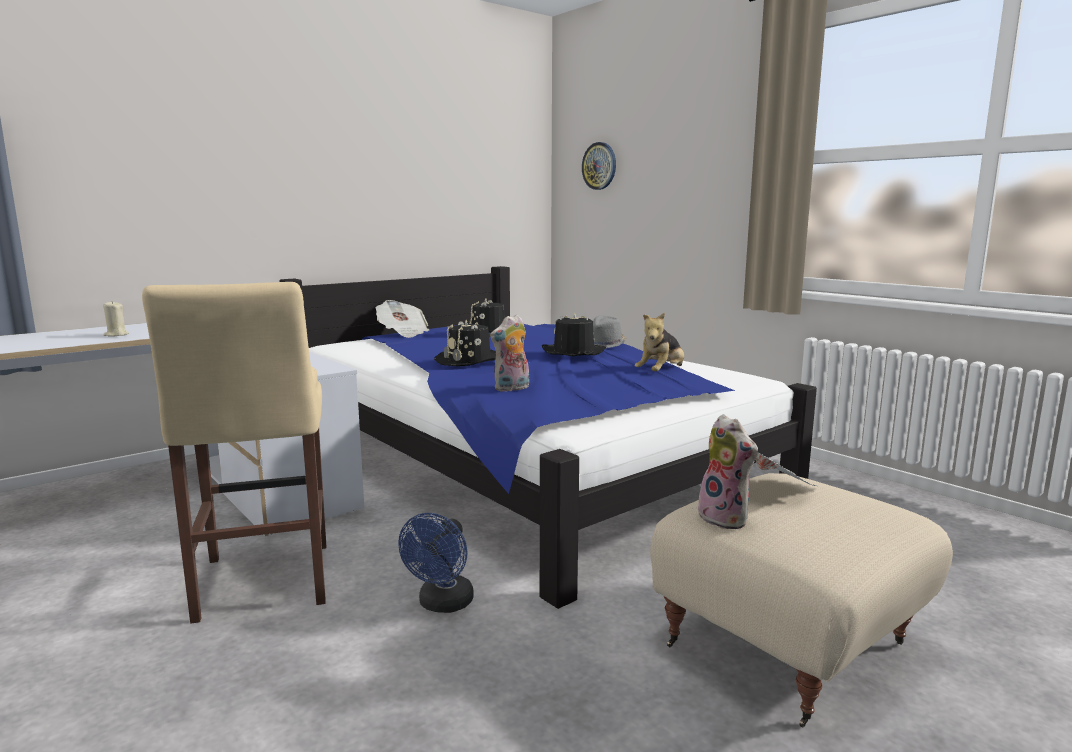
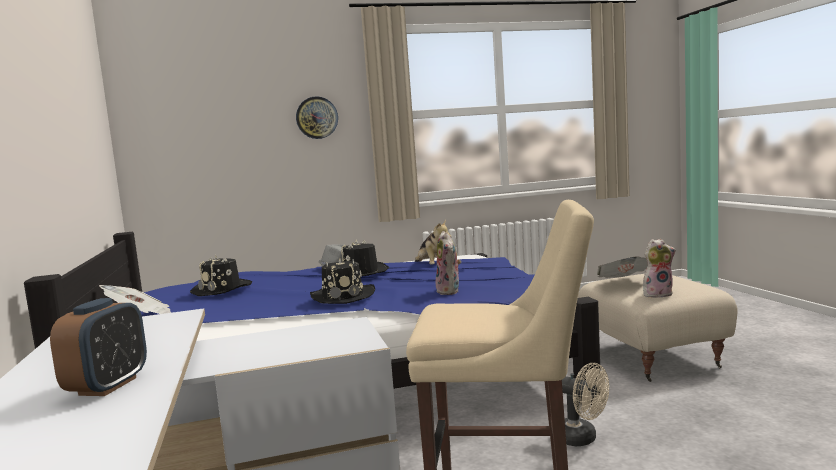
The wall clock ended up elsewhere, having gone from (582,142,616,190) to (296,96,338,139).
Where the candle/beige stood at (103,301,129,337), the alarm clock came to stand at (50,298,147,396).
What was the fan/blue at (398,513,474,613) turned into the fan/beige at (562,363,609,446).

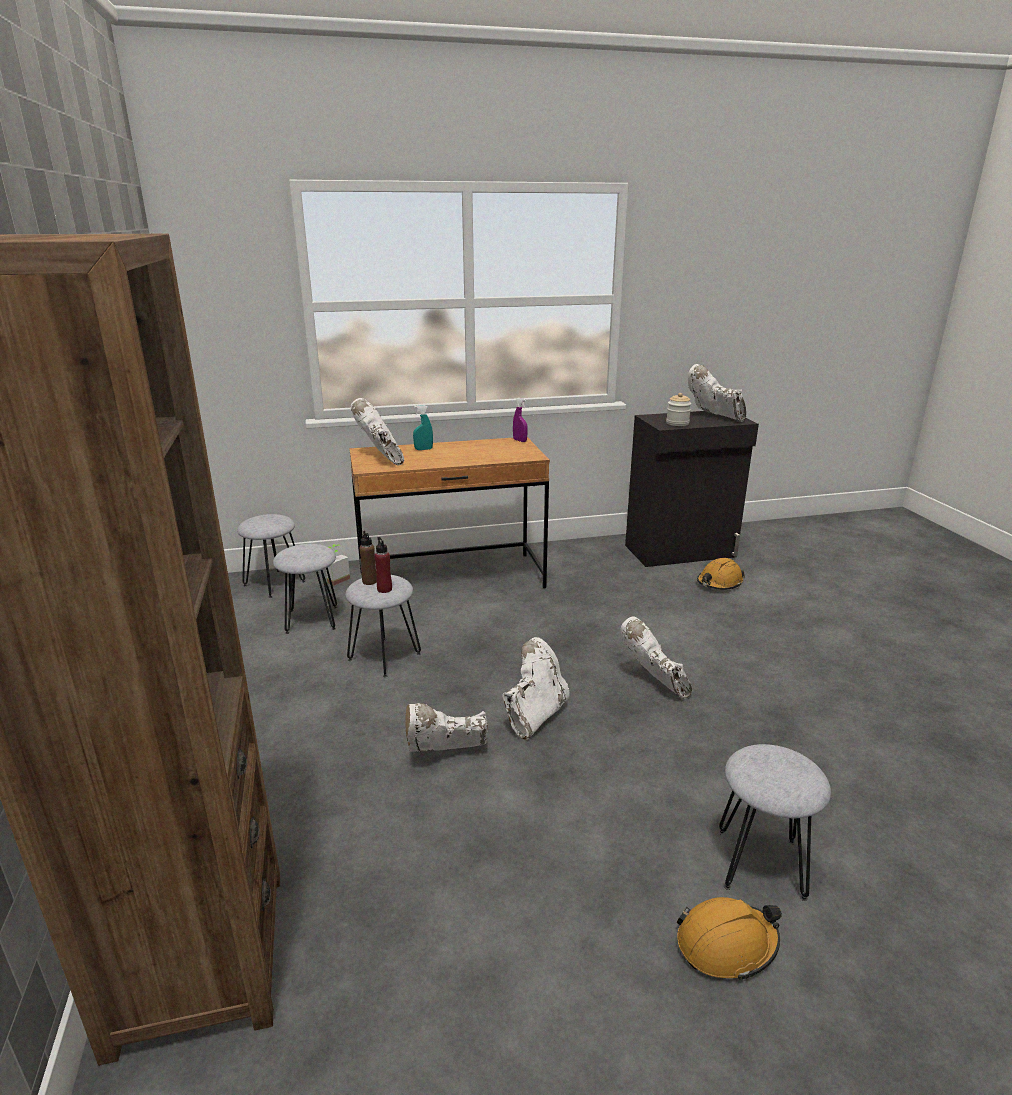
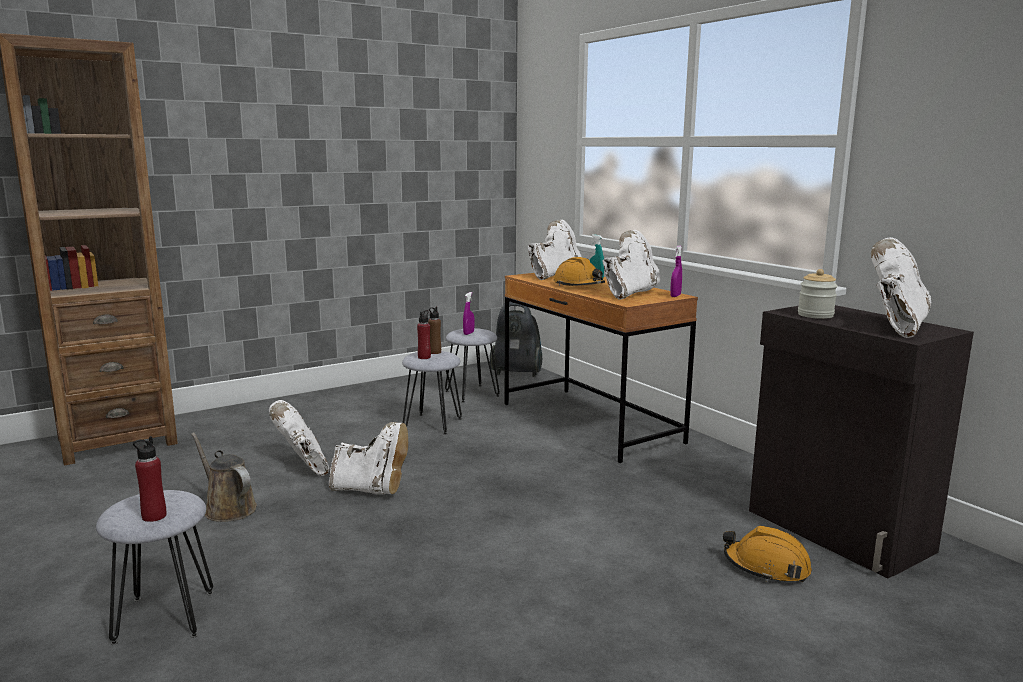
Where the stool/grey stood at (237,514,305,598), the vacuum cleaner came to stand at (490,302,542,377).
The second view lost the potted plant at (326,544,350,586).
The boot/white ended up elsewhere, having gone from (621,616,692,699) to (603,230,661,300).
The hard hat/orange ended up elsewhere, having gone from (676,897,782,981) to (553,257,605,286).
The second view gained the spray bottle/purple at (463,292,475,335).
The second view gained the watering can/brown at (191,432,257,522).
The second view gained the bottle/red at (133,436,166,522).

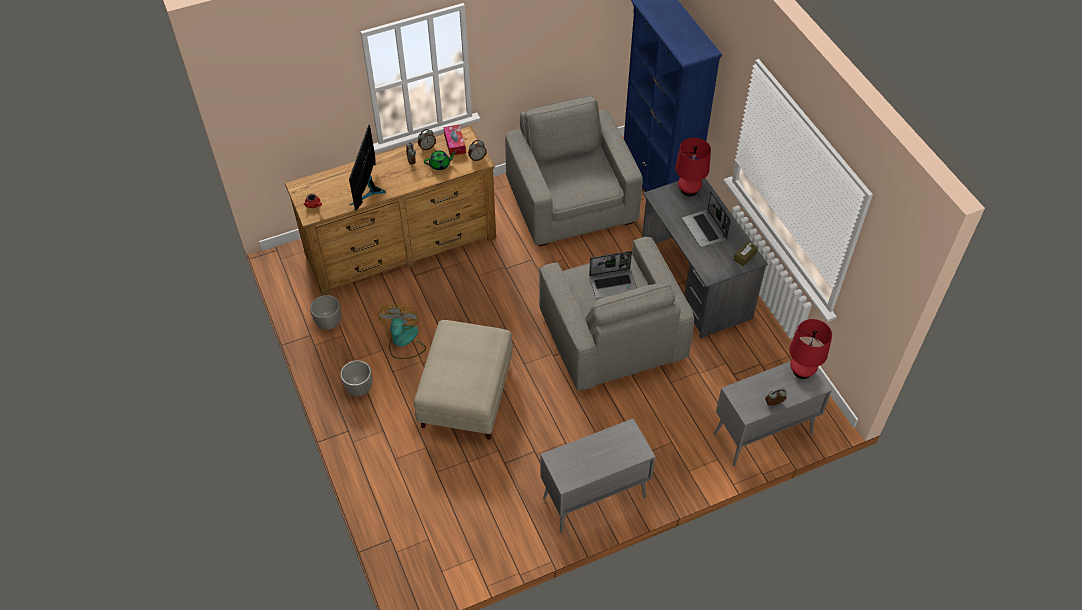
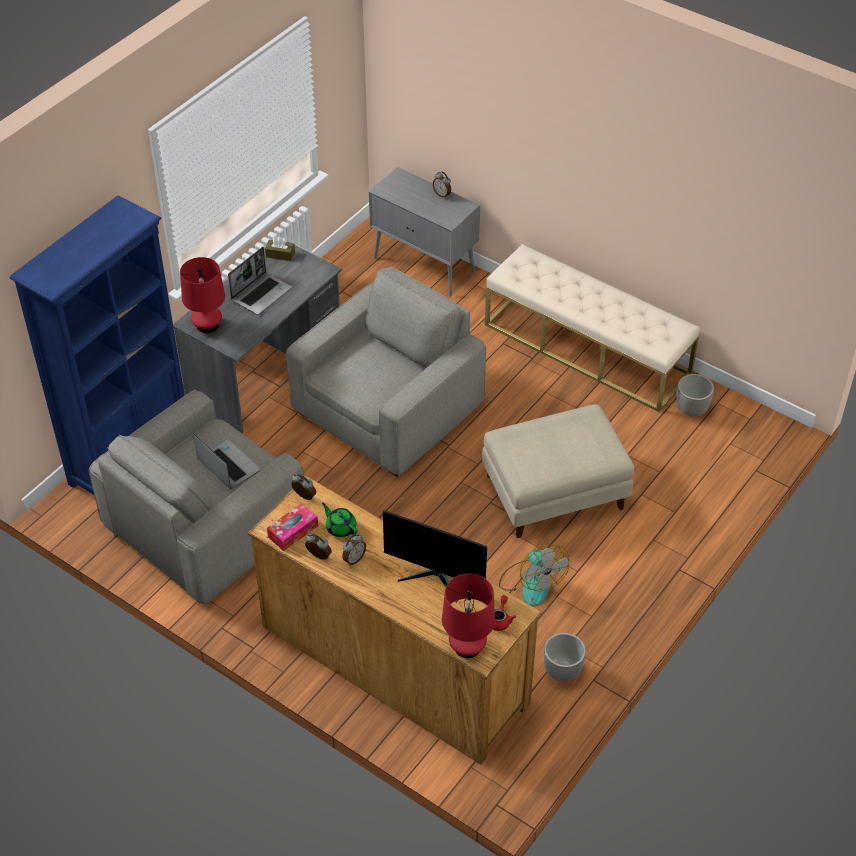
The monitor at (349,125,386,211) ended up facing another way, 45 degrees clockwise from before.
The laptop ended up elsewhere, having gone from (589,251,637,298) to (193,434,260,489).
The fan at (378,305,426,359) ended up facing another way, 90 degrees counterclockwise from before.
The table lamp/red ended up elsewhere, having gone from (789,319,832,379) to (442,573,495,658).
The planter ended up elsewhere, having gone from (340,360,372,396) to (676,374,714,417).
Where the cabinet/grey stood at (541,418,655,533), the bench/beige came to stand at (485,244,700,412).

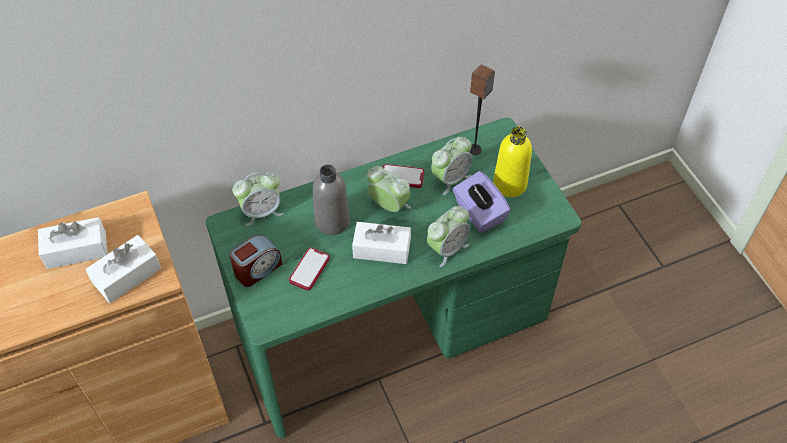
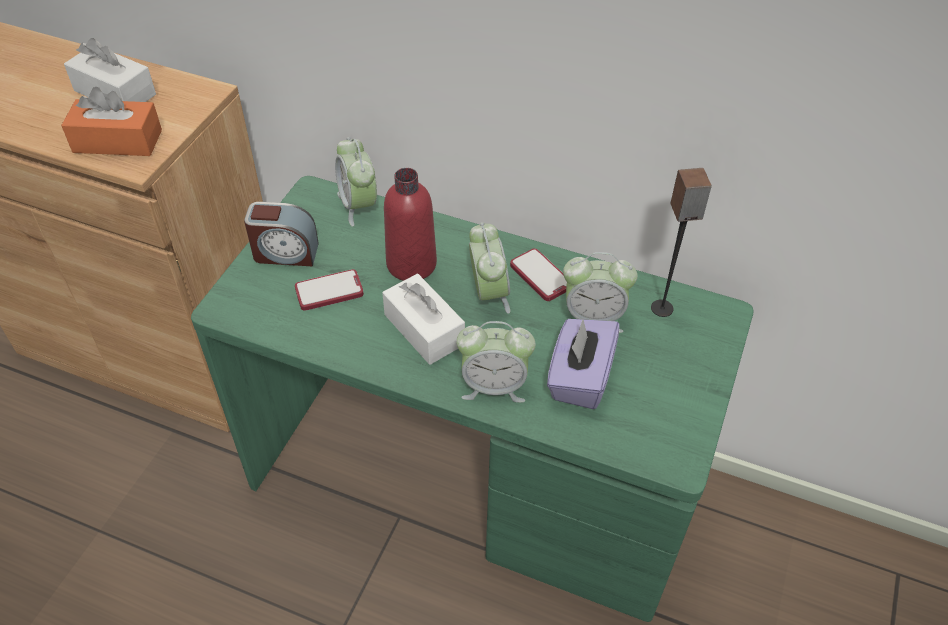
The second view lost the bottle/yellow at (493,127,532,197).
What was the bottle/grey at (313,164,350,235) turned into the bottle/red at (384,168,437,281).
The alarm clock at (233,172,283,226) ended up facing another way, 45 degrees clockwise from before.
What was the tissue box/white at (85,235,161,303) turned into the tissue box/orange at (61,87,162,156).

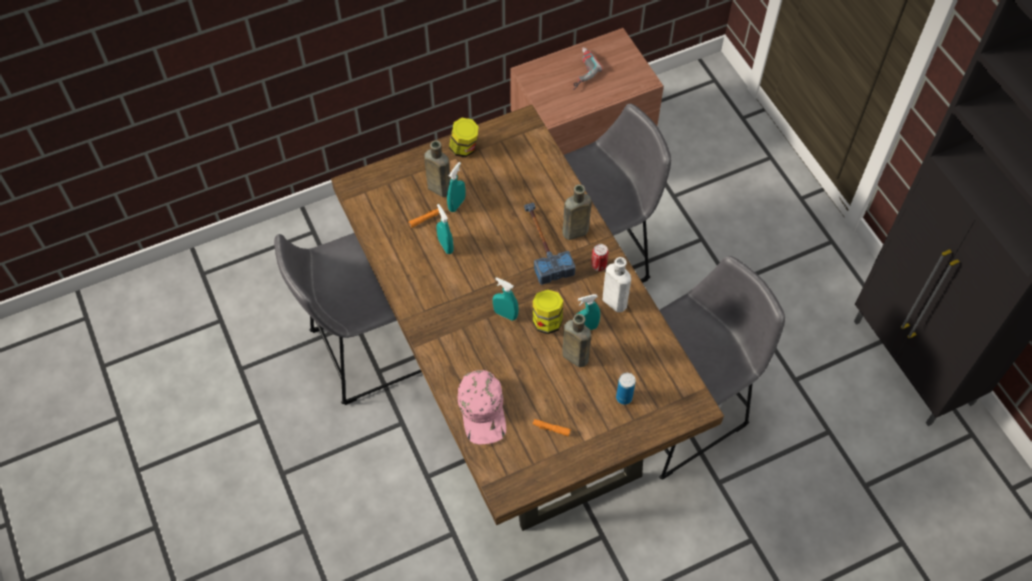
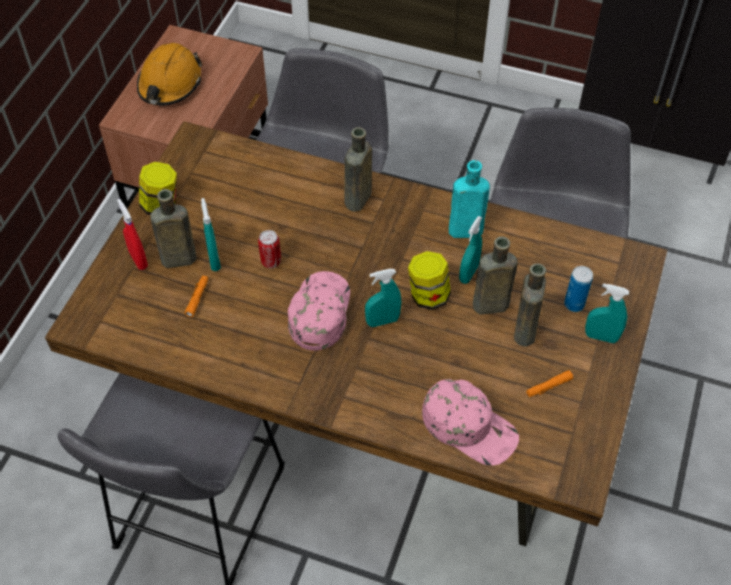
Where the power drill stood at (573,47,603,90), the hard hat/orange came to stand at (137,43,203,105).
The second view lost the hammer at (524,203,576,285).
The spray bottle/turquoise ended up elsewhere, having gone from (436,204,454,254) to (585,283,629,343).
The can ended up elsewhere, having gone from (591,244,608,271) to (258,230,281,268).
What was the bottle/white at (603,257,631,312) turned into the bottle/turquoise at (449,160,490,238).
The second view gained the spray bottle/red at (117,199,148,270).
The second view gained the bottle/brown at (514,263,546,347).
The second view gained the cap/pink at (288,271,350,351).

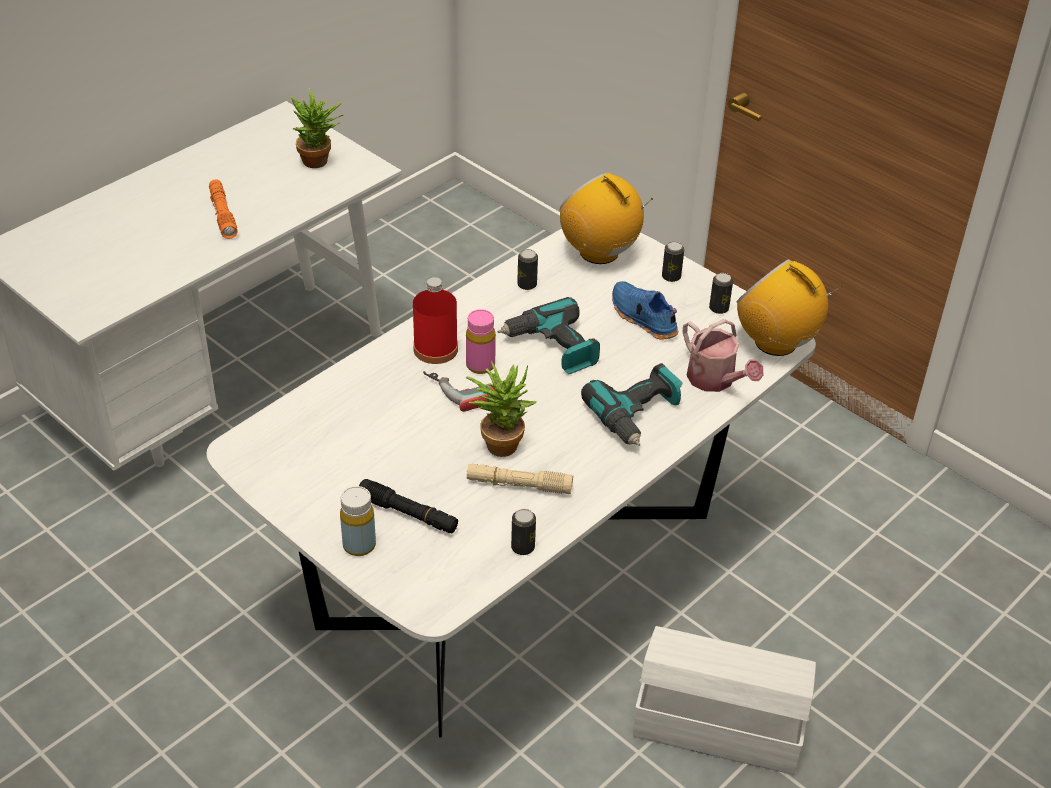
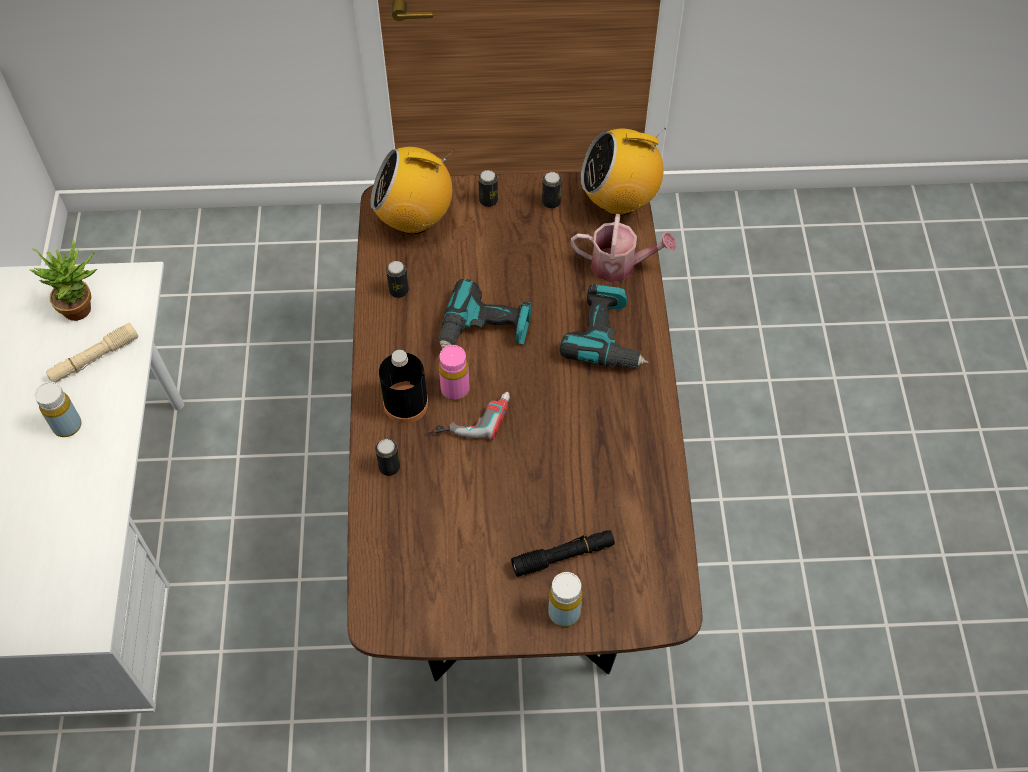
Where the flashlight/orange stood at (209,179,237,239), the bottle/yellow came to stand at (35,382,81,437).
What was the dining table/white at (207,228,816,738) turned into the dining table/brown at (347,172,703,681).
What was the bottle/red at (413,277,458,364) turned into the bottle/black at (379,350,428,423).
The second view lost the shoe/blue at (612,281,678,340).
The second view lost the potted plant at (466,360,536,457).
The flashlight/beige ended up elsewhere, having gone from (467,464,573,494) to (46,323,138,383).
The can ended up elsewhere, having gone from (511,509,536,555) to (375,439,400,476).
The second view lost the storage box/white at (633,626,816,775).

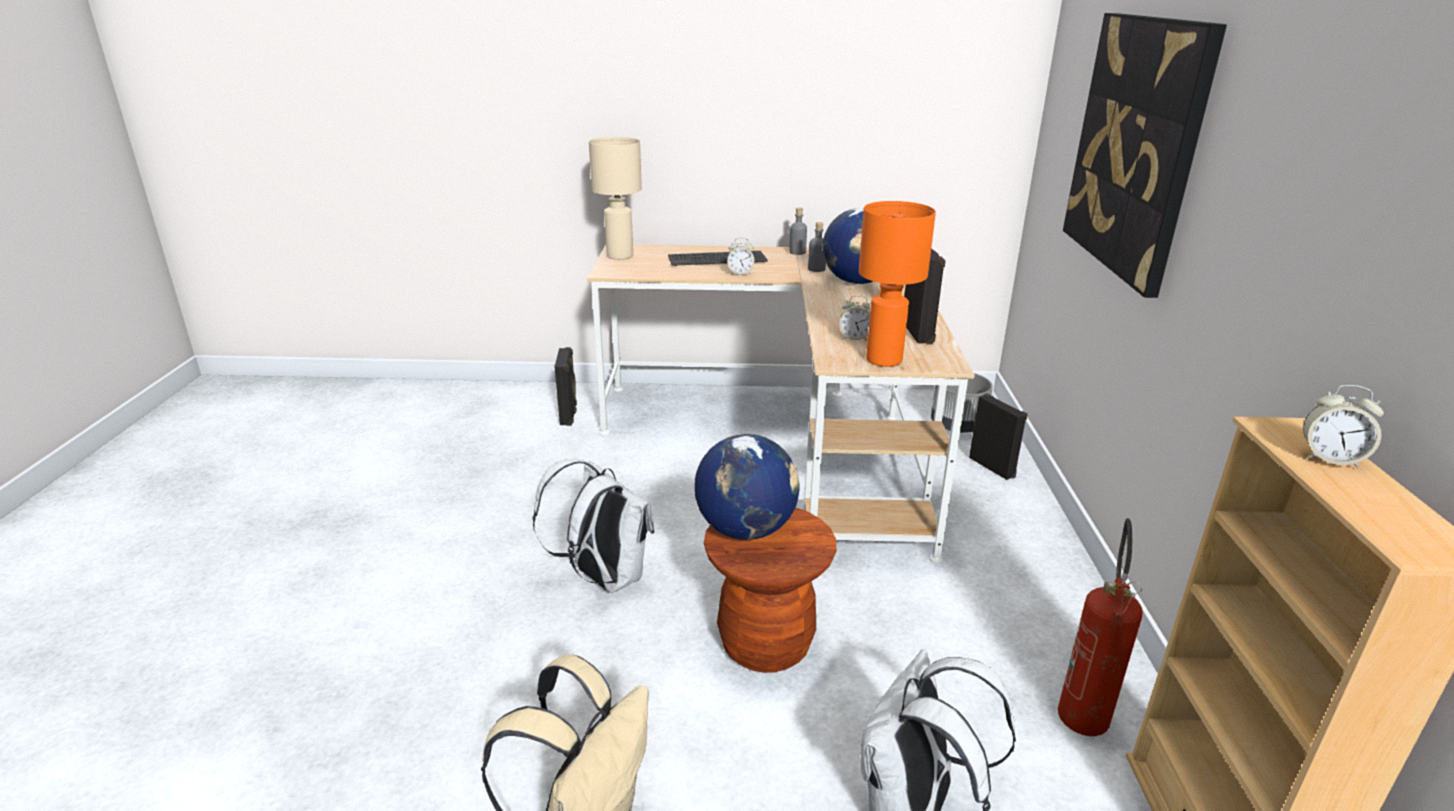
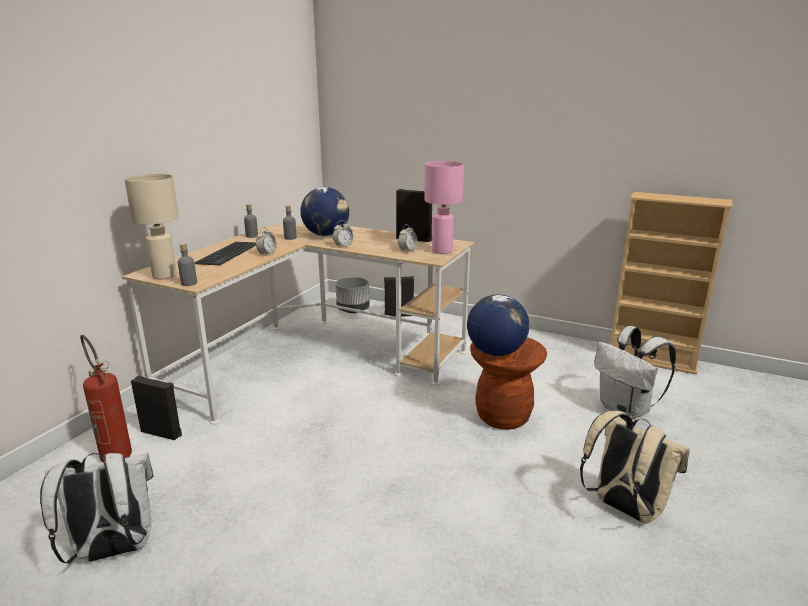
The second view lost the picture at (1063,13,1227,298).
What was the table lamp/orange at (859,201,936,367) turned into the table lamp/pink at (424,161,464,254).
The alarm clock ended up elsewhere, having gone from (1303,385,1384,468) to (333,220,354,248).
The backpack/white ended up elsewhere, having gone from (532,459,655,593) to (40,453,154,564).
The fire extinguisher ended up elsewhere, having gone from (1058,518,1143,736) to (80,335,132,463).
The second view gained the bottle/grey at (178,243,197,286).

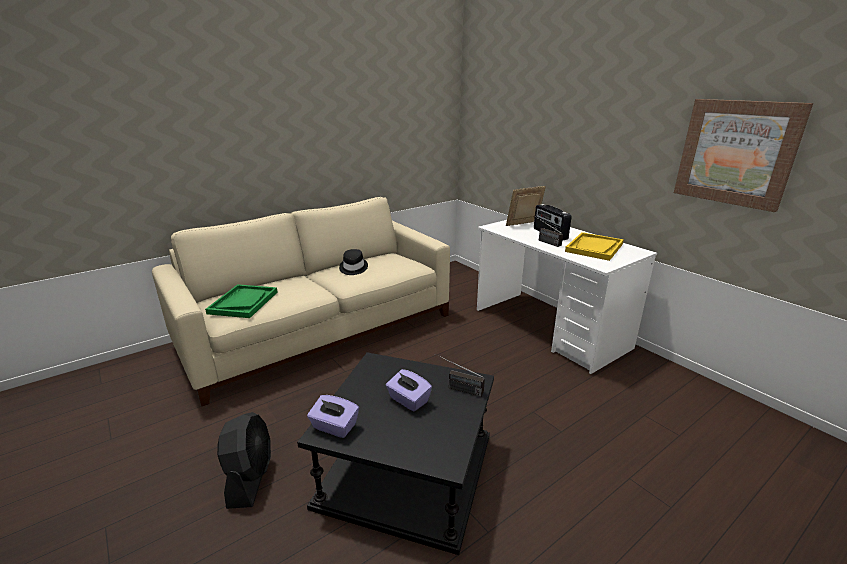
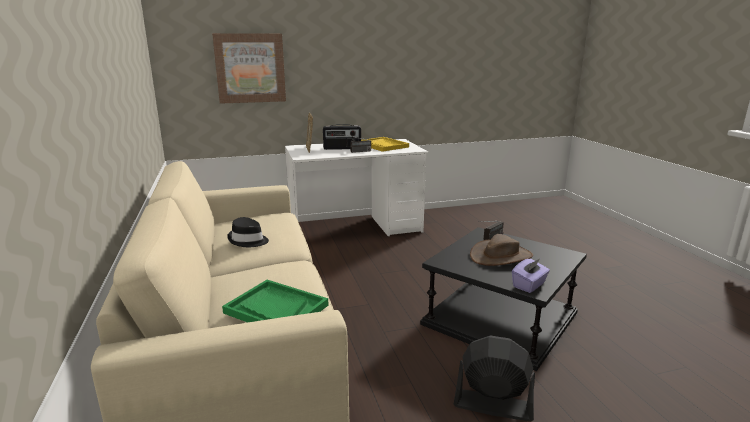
The picture ended up elsewhere, having gone from (674,99,813,212) to (212,33,286,104).
Where the tissue box/purple stood at (386,369,432,412), the hat/brown came to stand at (470,234,533,266).

